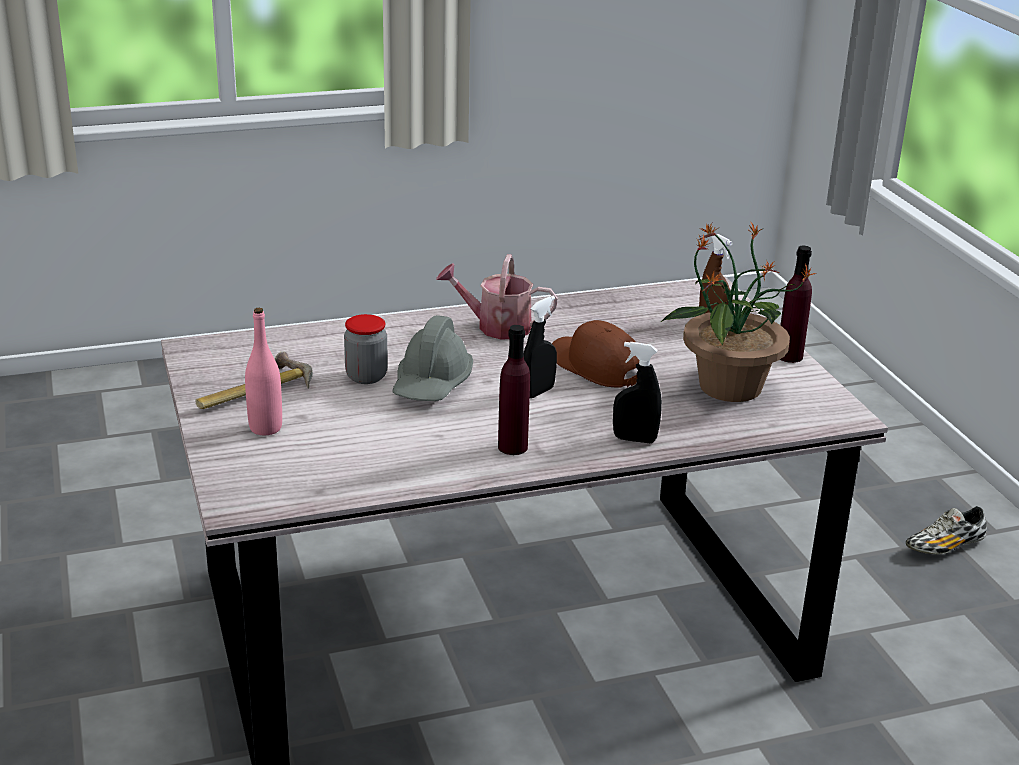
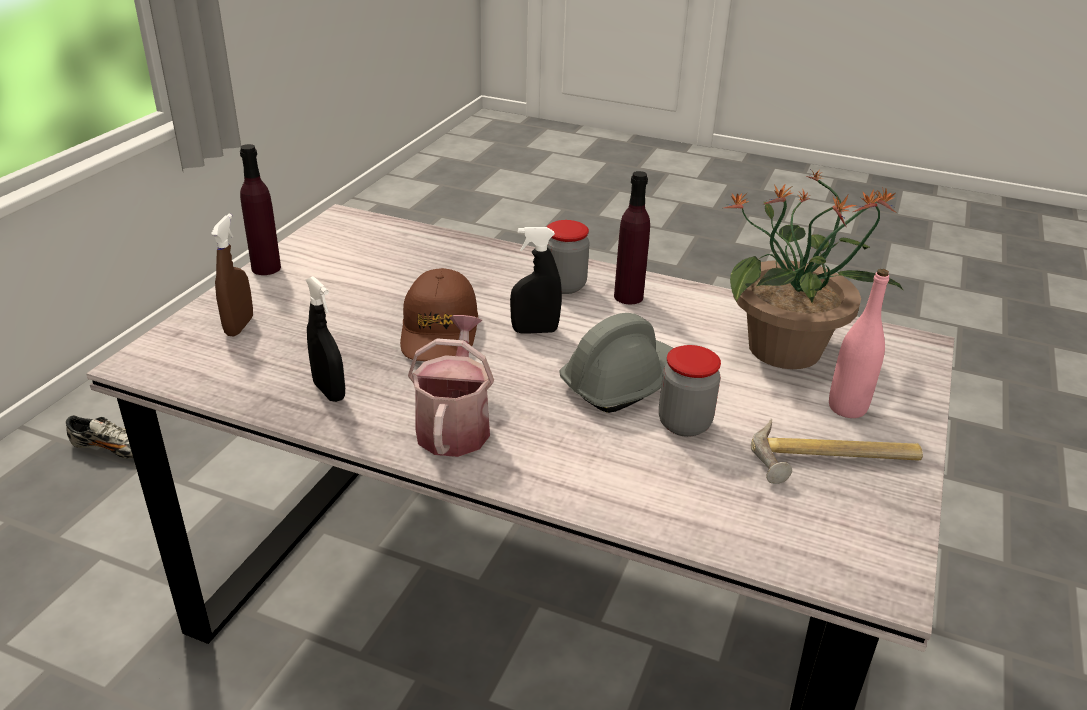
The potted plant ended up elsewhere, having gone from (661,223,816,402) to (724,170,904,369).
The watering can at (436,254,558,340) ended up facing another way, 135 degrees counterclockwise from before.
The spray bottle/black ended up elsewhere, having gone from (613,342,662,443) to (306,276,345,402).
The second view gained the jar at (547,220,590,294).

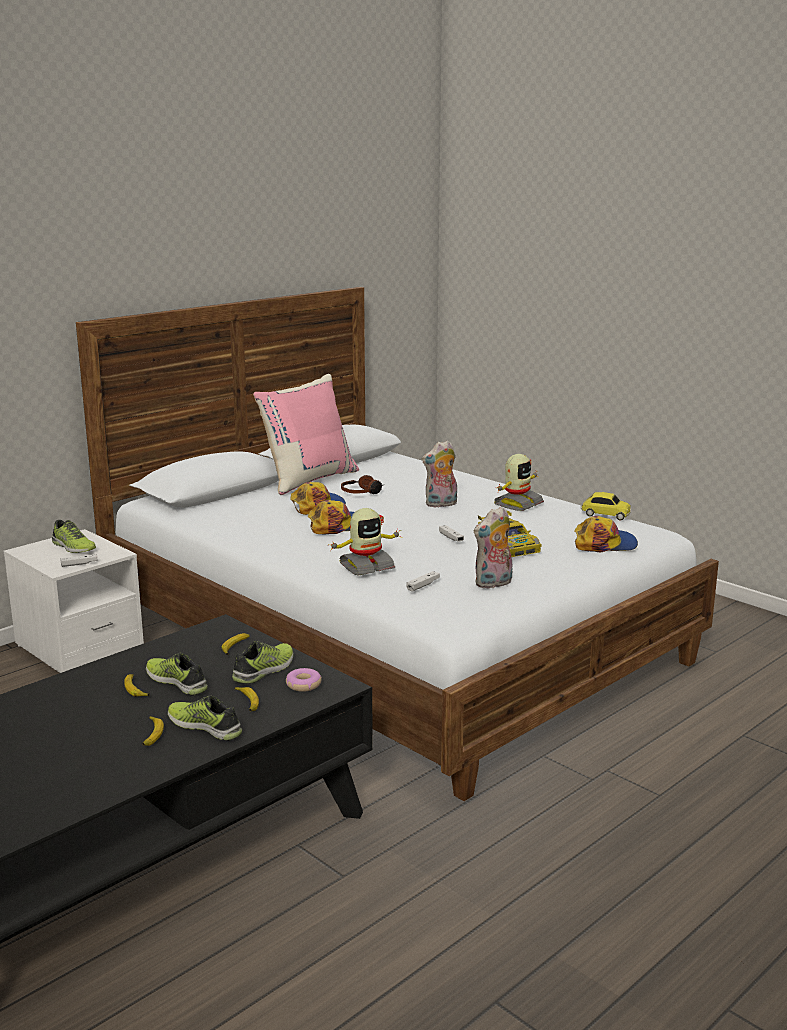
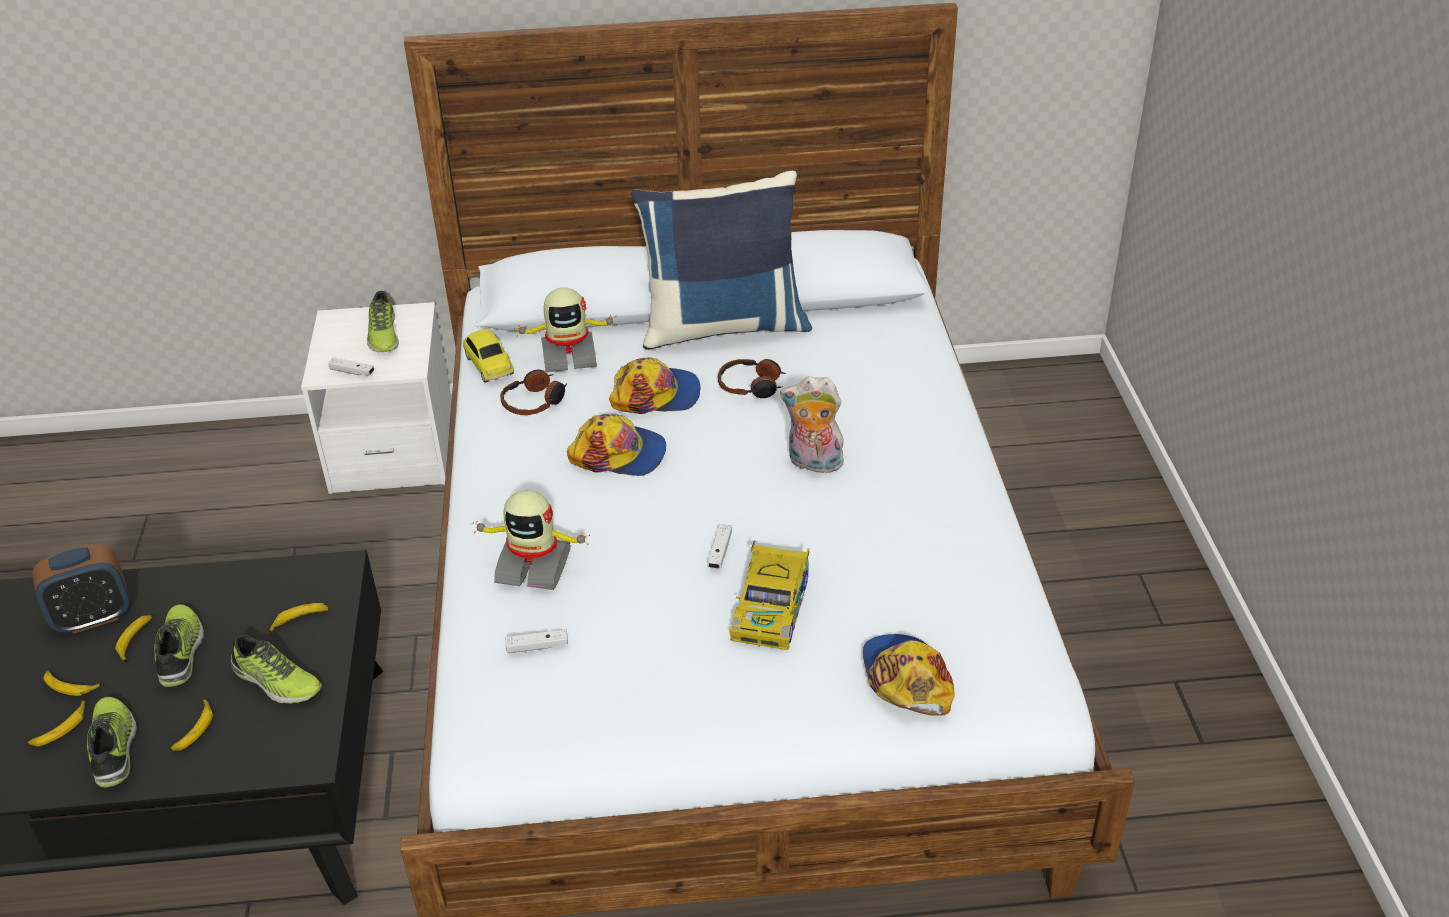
What was the pillow/pink at (253,374,359,495) turned into the pillow/blue at (631,171,812,350).
The toy robot ended up elsewhere, having gone from (494,454,544,511) to (513,287,617,372).
The toy car ended up elsewhere, having gone from (581,492,631,520) to (463,329,514,383).
The second view lost the plush toy at (474,506,512,589).
The cap at (574,516,638,552) ended up facing another way, 135 degrees counterclockwise from before.
The shoe at (232,641,293,684) ended up facing another way, 45 degrees clockwise from before.
The second view lost the donut at (286,668,322,692).
The second view gained the headphones at (500,369,567,415).
The second view gained the alarm clock at (33,544,130,634).
The second view gained the banana at (43,670,101,696).

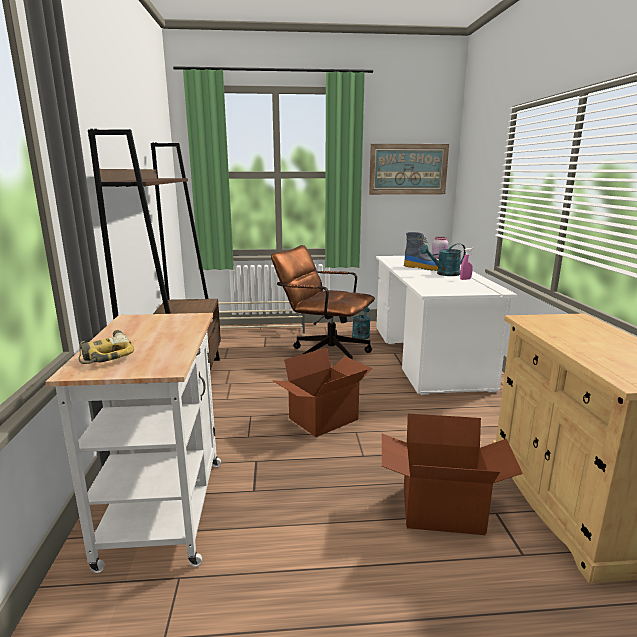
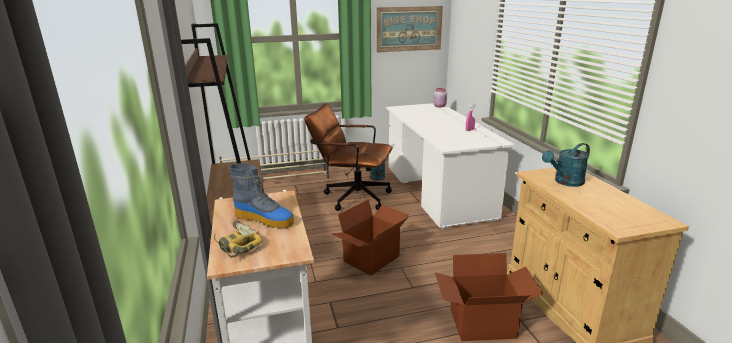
The boot ended up elsewhere, having gone from (404,232,439,271) to (229,163,294,229).
The watering can/turquoise ended up elsewhere, having gone from (420,243,466,276) to (542,143,590,187).

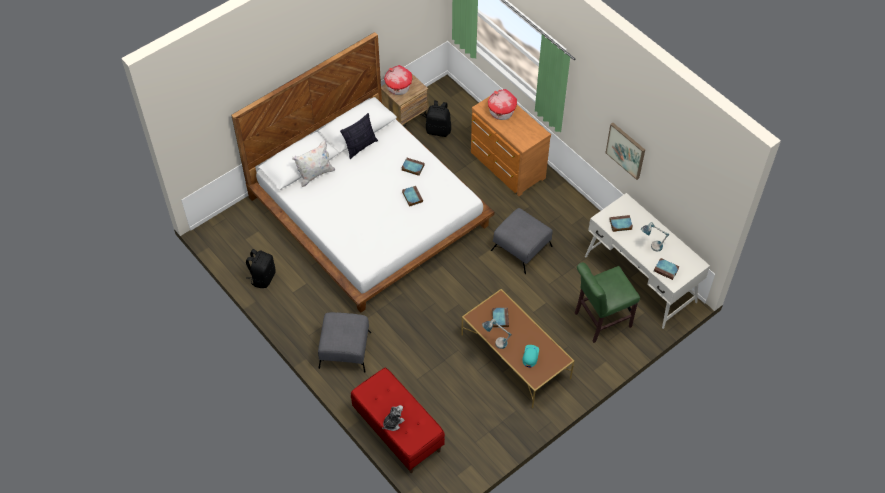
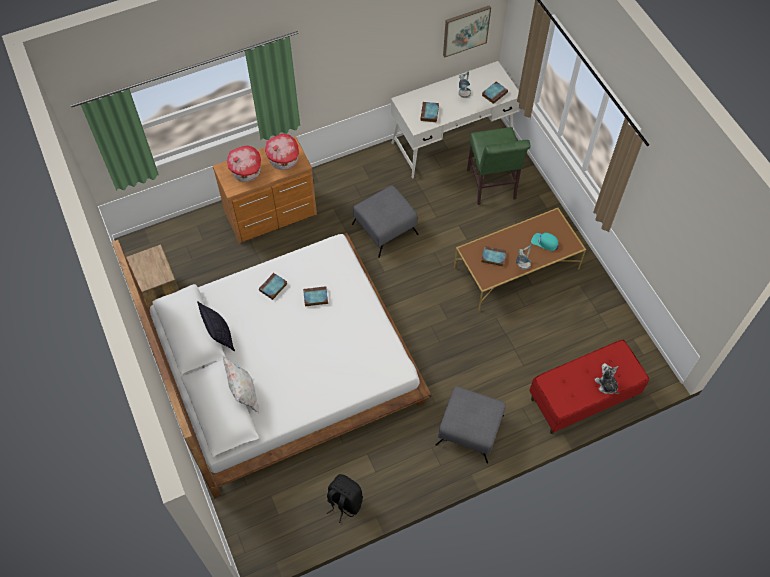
The toy house ended up elsewhere, having gone from (384,65,413,95) to (265,133,299,170).
The second view lost the backpack/black at (426,100,451,137).
The picture ended up elsewhere, having gone from (606,123,645,180) to (443,5,491,58).

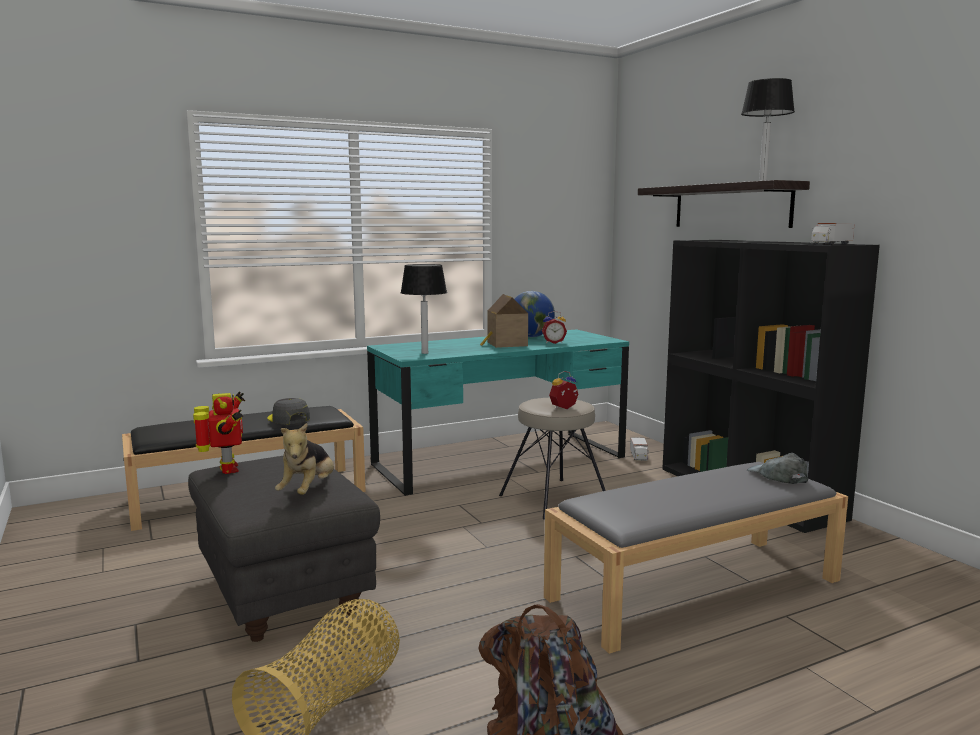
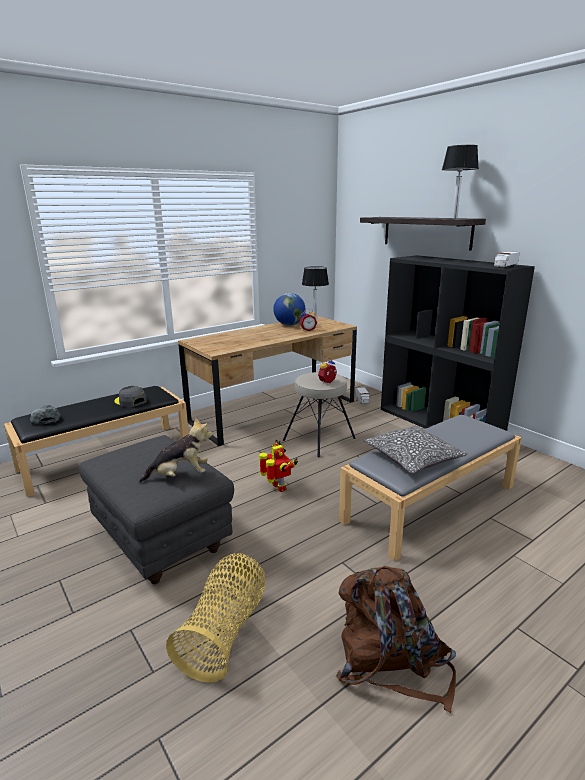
The table lamp ended up elsewhere, having gone from (401,264,447,354) to (302,266,329,320).
The second view lost the toy house at (480,294,528,348).
What was the desk/turquoise at (367,329,629,496) turned into the desk/brown at (178,316,357,446).
The toy robot ended up elsewhere, having gone from (193,391,245,474) to (259,439,298,492).
The plush toy at (275,423,334,495) ended up facing another way, 105 degrees counterclockwise from before.
The cap/grey ended up elsewhere, having gone from (747,453,808,484) to (30,405,61,425).
The second view gained the pillow at (364,425,468,474).

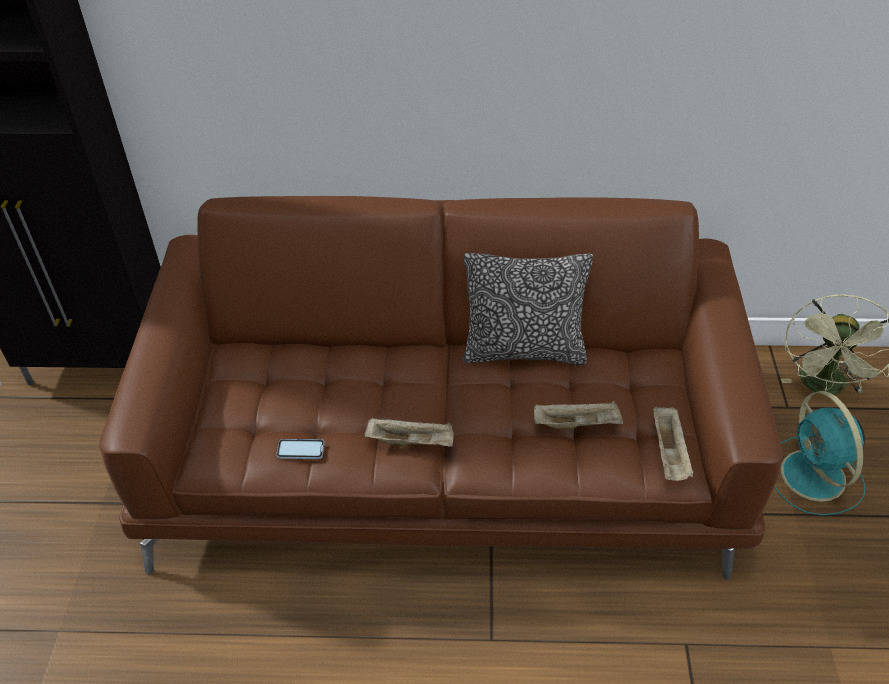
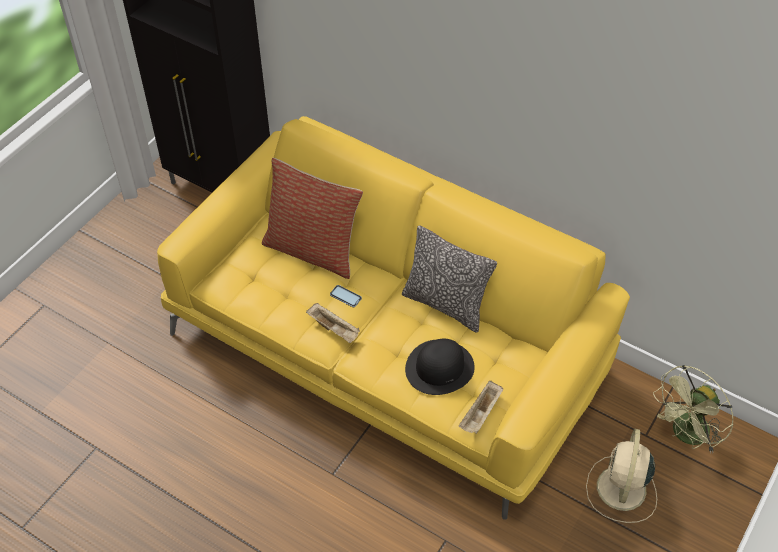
What was the sofa/brown at (99,196,783,580) turned into the sofa/yellow at (157,116,630,519).
What was the fan/turquoise at (774,391,866,516) turned into the fan/beige at (586,428,657,523).
Where the tray/beige stood at (534,401,623,430), the hat/black came to stand at (405,339,475,395).
The phone ended up elsewhere, having gone from (276,439,325,459) to (330,285,362,307).
The second view gained the pillow at (262,158,363,279).

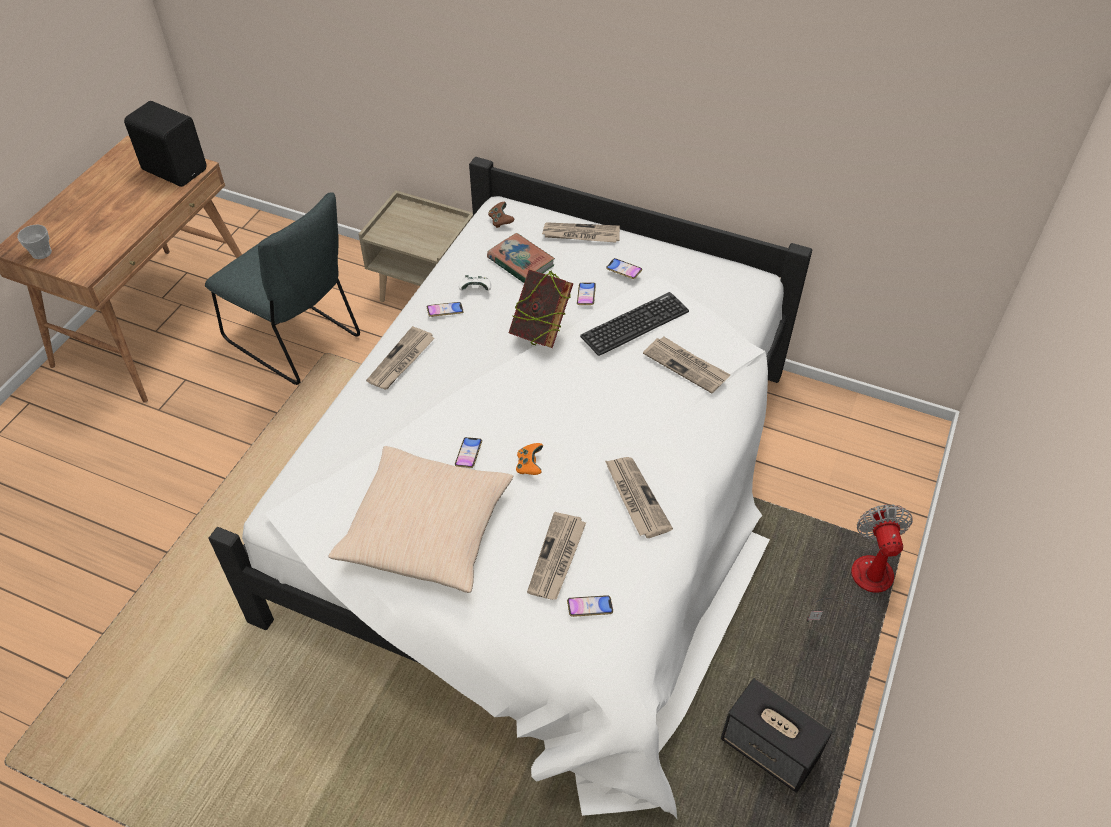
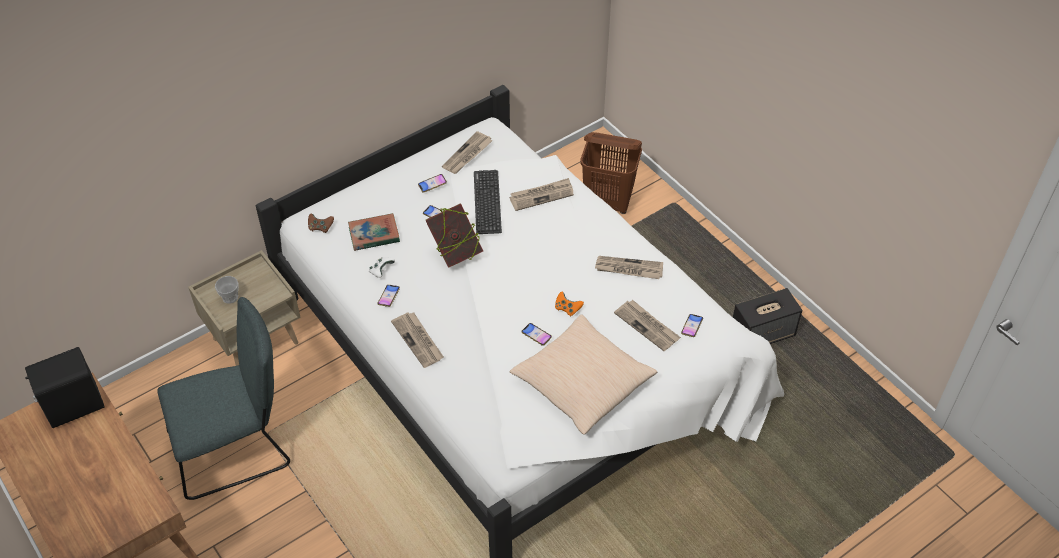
The newspaper ended up elsewhere, having gone from (542,222,620,243) to (442,131,492,174).
The cup ended up elsewhere, having gone from (17,224,52,259) to (215,276,239,304).
The second view lost the fan at (807,504,913,622).
The second view gained the laundry basket/brown at (580,132,642,214).

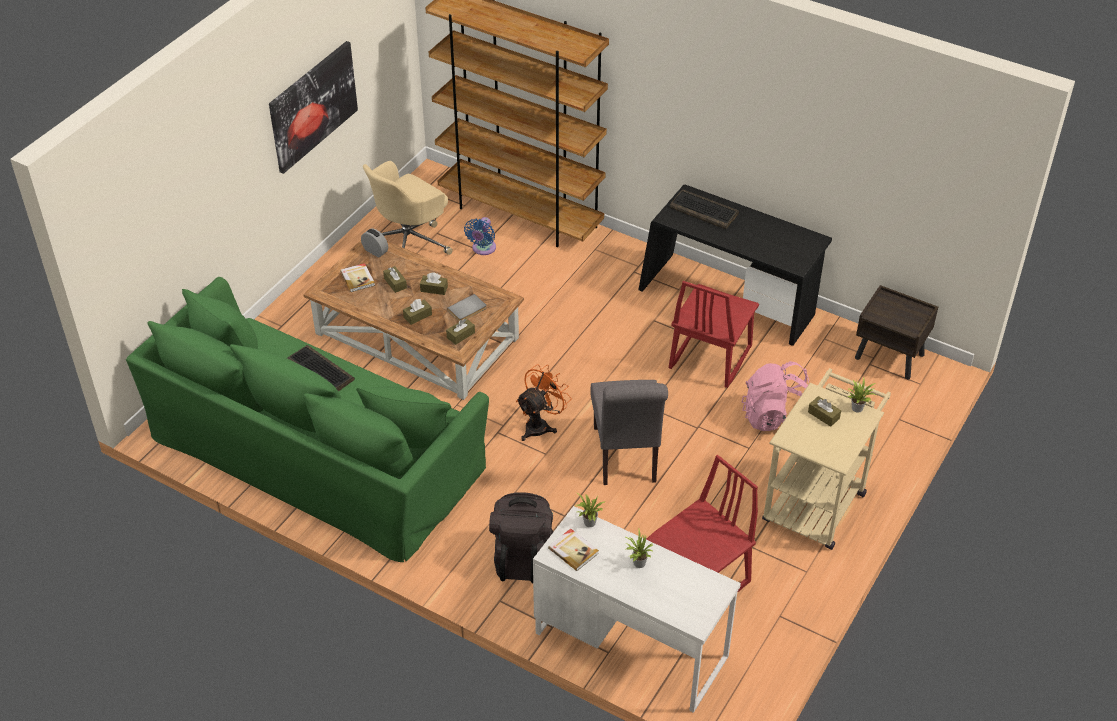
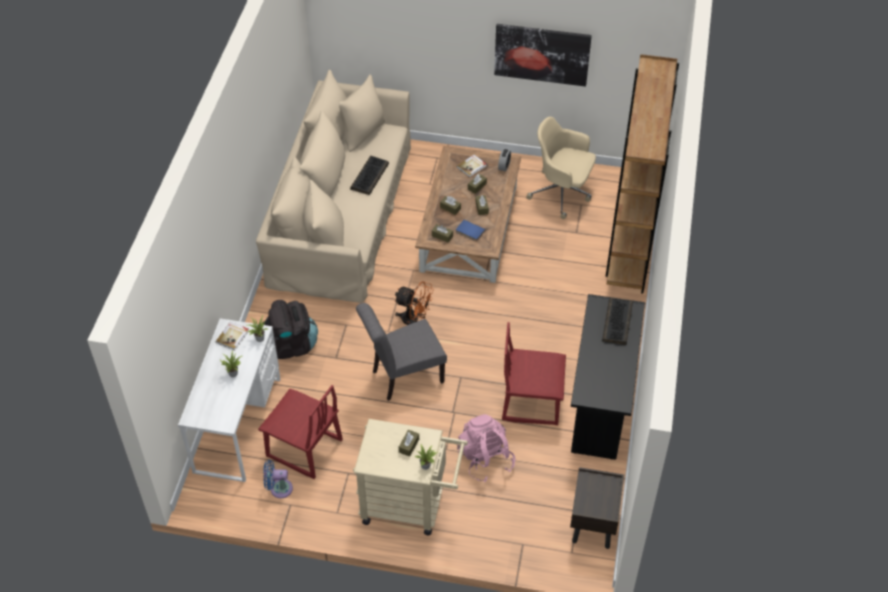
The fan/blue ended up elsewhere, having gone from (464,217,496,255) to (263,460,293,498).
What was the sofa/green at (126,277,489,562) turned into the sofa/beige at (256,70,411,303).
What was the book/grey at (447,294,487,321) turned into the book/blue at (456,220,485,241).

